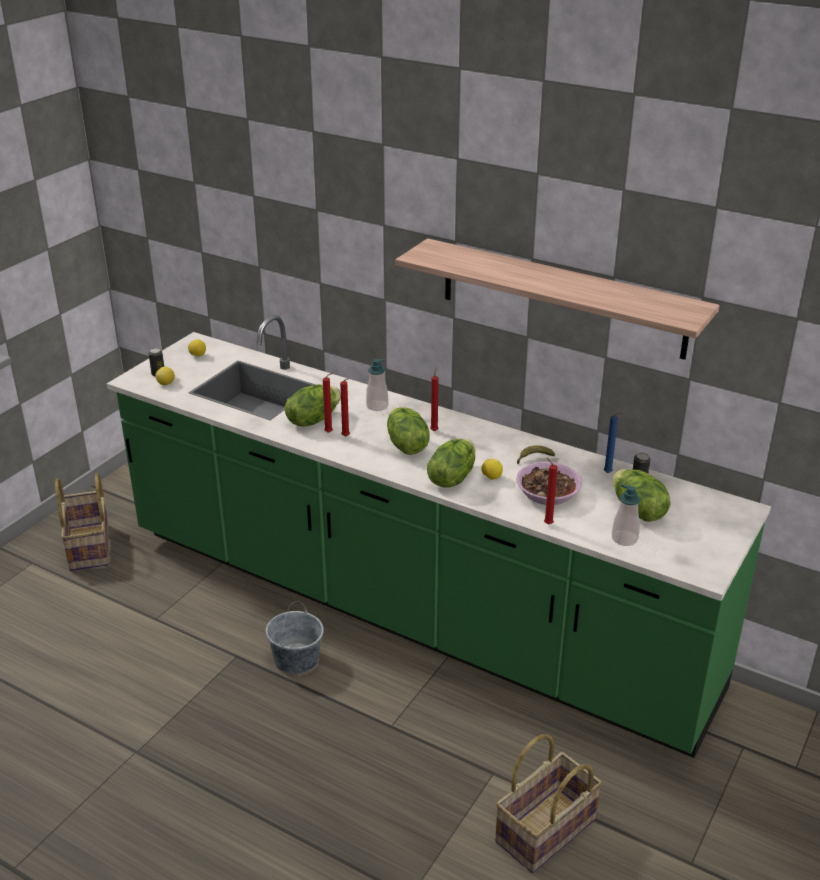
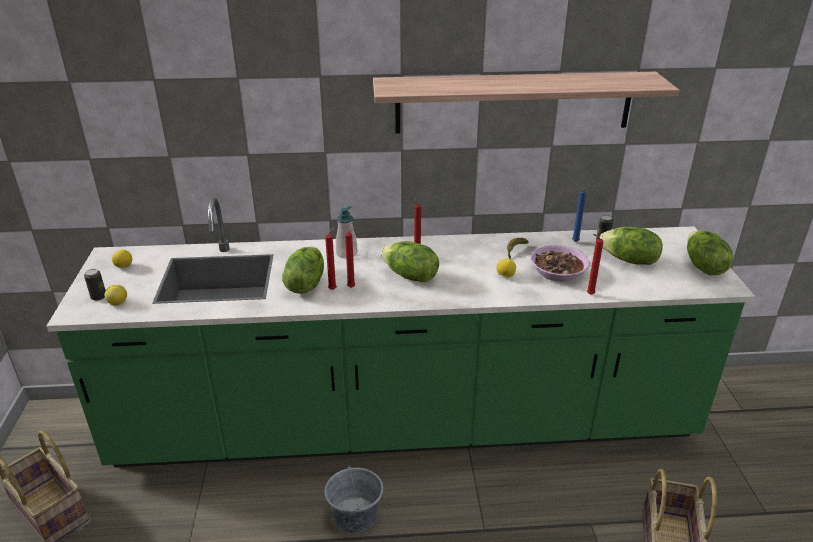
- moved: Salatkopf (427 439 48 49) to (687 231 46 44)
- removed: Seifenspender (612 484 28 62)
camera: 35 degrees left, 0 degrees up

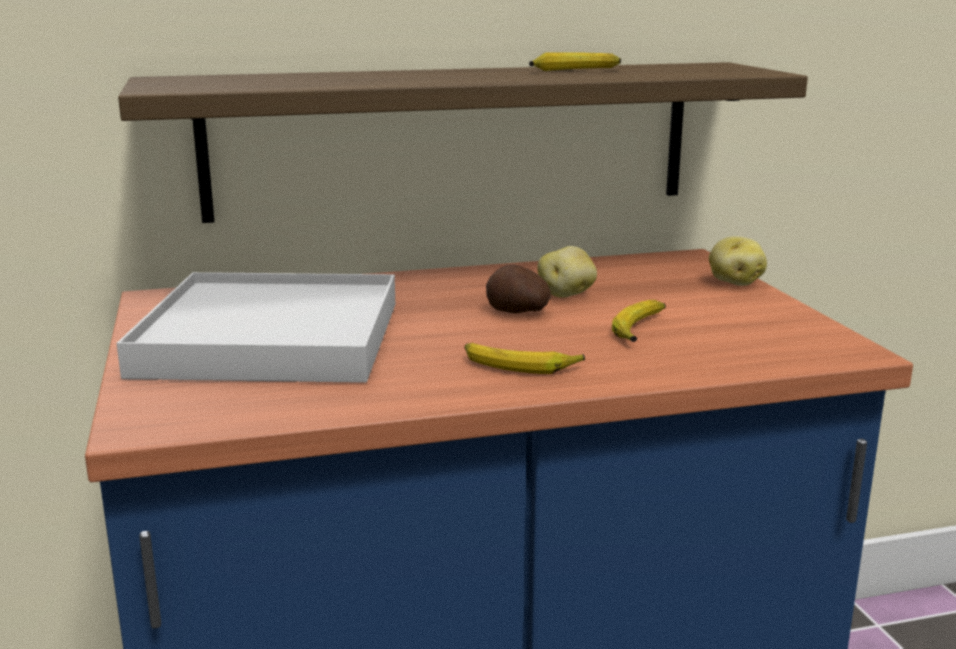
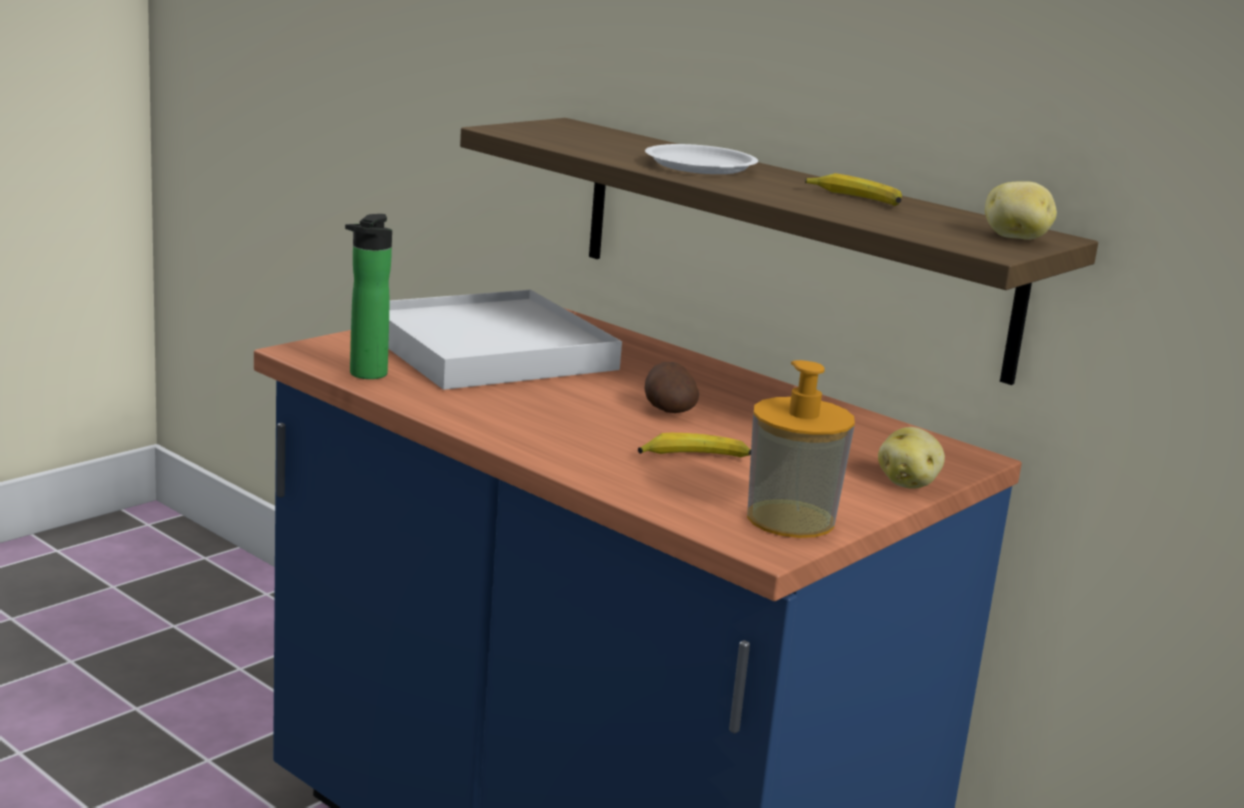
- removed: Banane (465 343 120 31)
- moved: Kartoffel (537 246 60 52) to (985 181 72 59)
- added: Flasche (345 214 47 165)
- added: Teller/weiß (645 144 113 30)
- added: Seifenspender (747 360 108 178)
camera: 55 degrees right, 0 degrees up

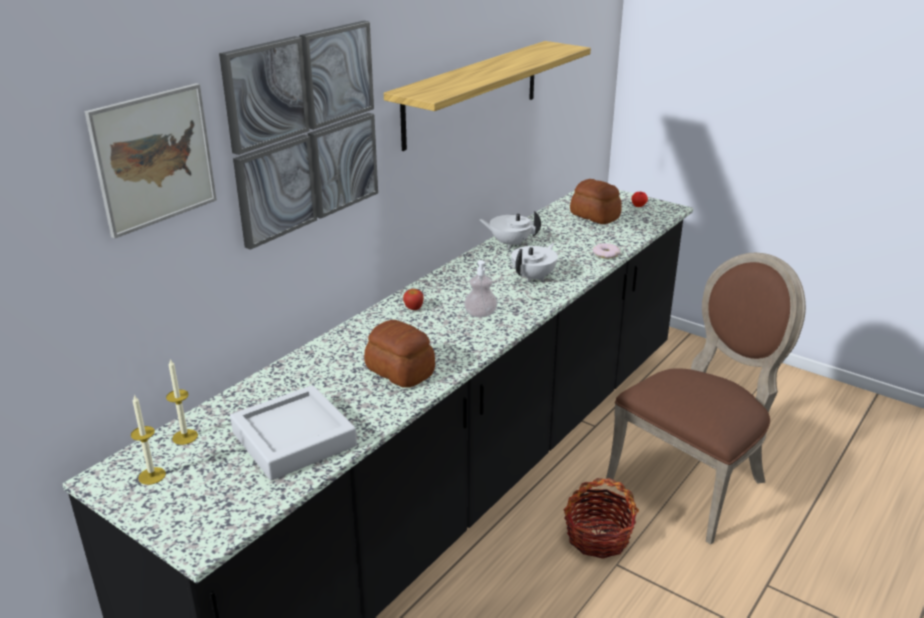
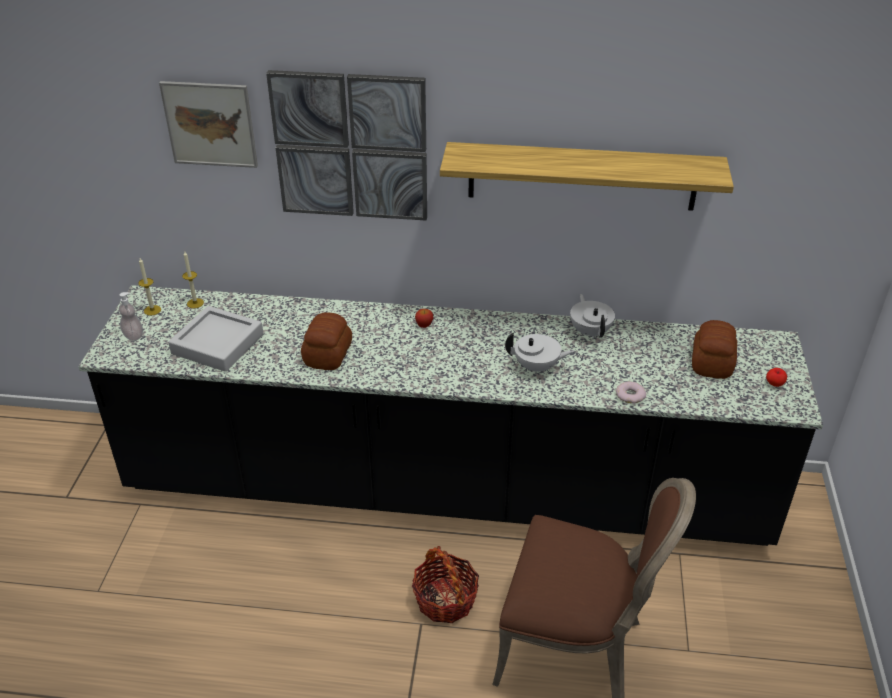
- moved: Seifenspender (464 260 33 57) to (119 292 24 49)
camera: 60 degrees right, 10 degrees up

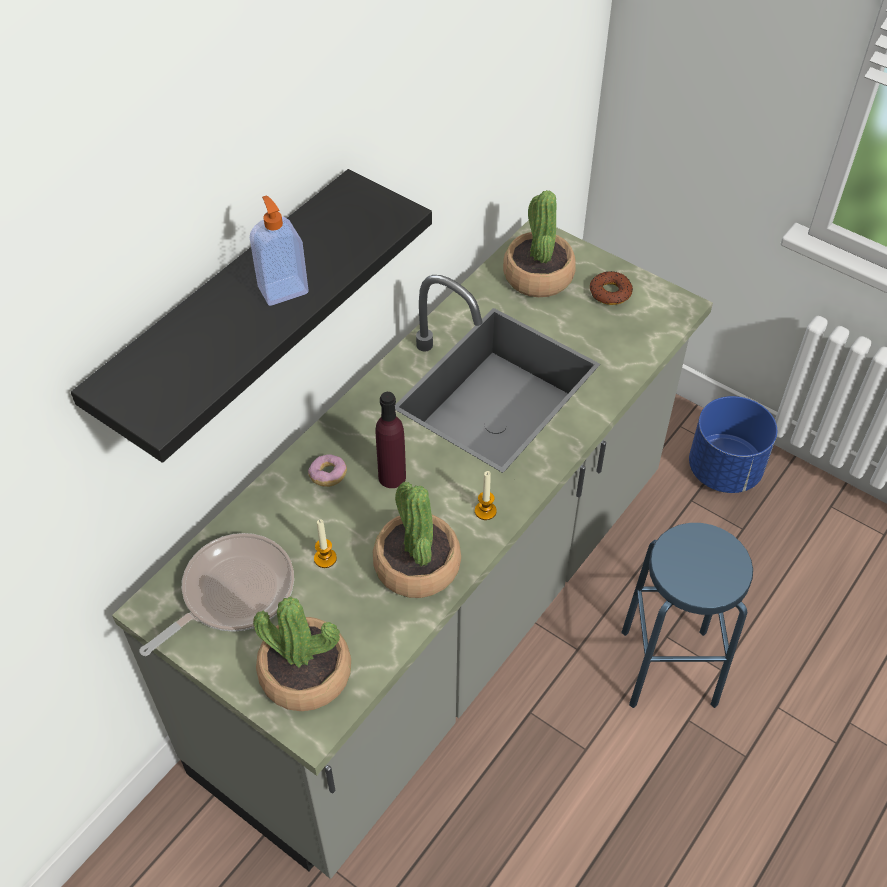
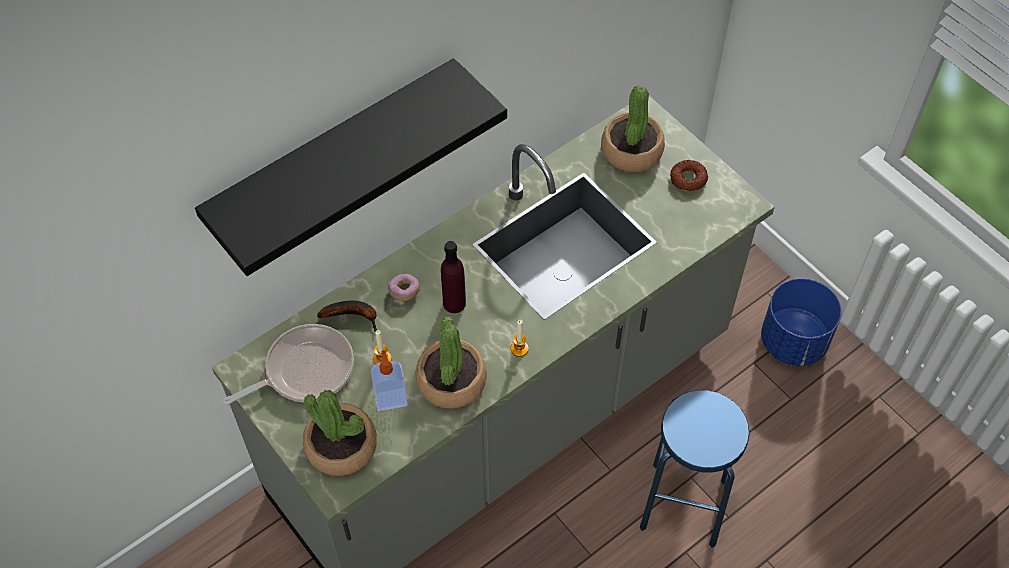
- moved: Seifenspender (250 196 59 110) to (370 350 38 61)
- added: Banane (317 301 60 31)
camera: 15 degrees right, 5 degrees up

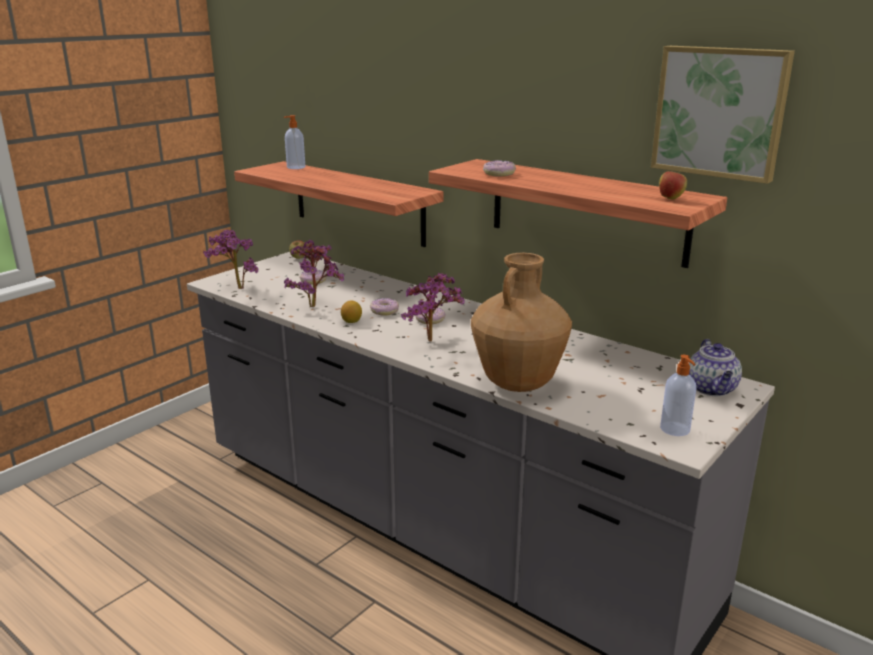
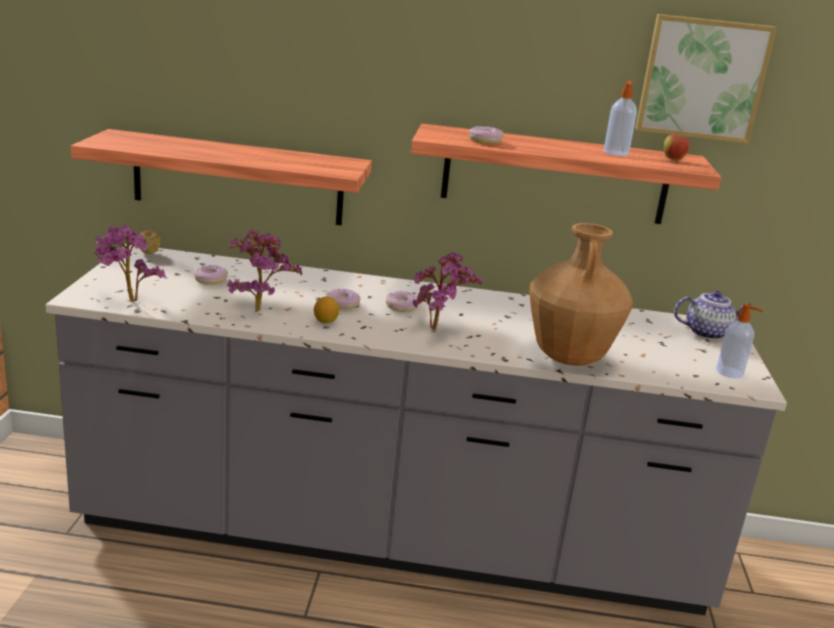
- moved: Seifenspender (284 115 21 54) to (604 81 33 75)
- turned: Teekanne (689 339 53 57) = (674 290 79 49) 60 degrees counterclockwise
camera: 35 degrees left, 0 degrees up

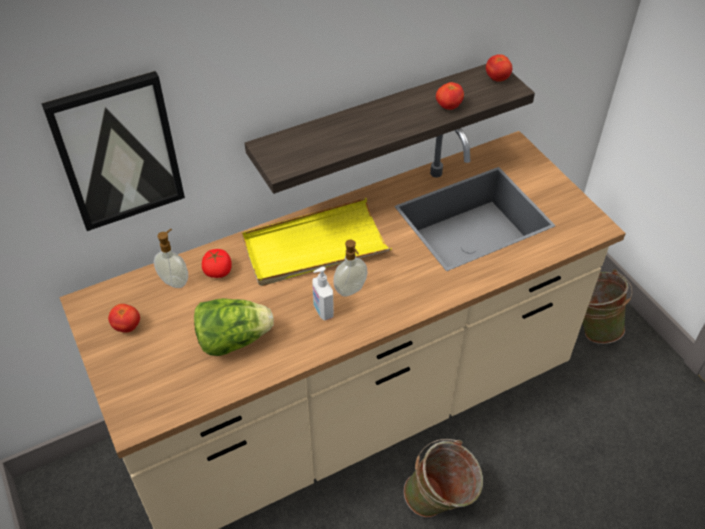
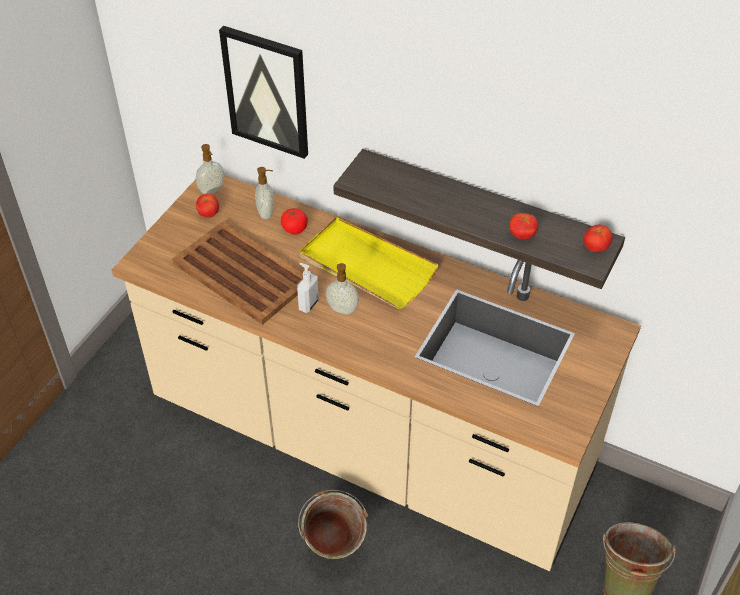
- replaced: Salatkopf (194 298 80 58) to Tablett/braun (172 221 131 104)
- added: Seifenspender (196 144 28 50)
camera: 55 degrees right, 0 degrees up

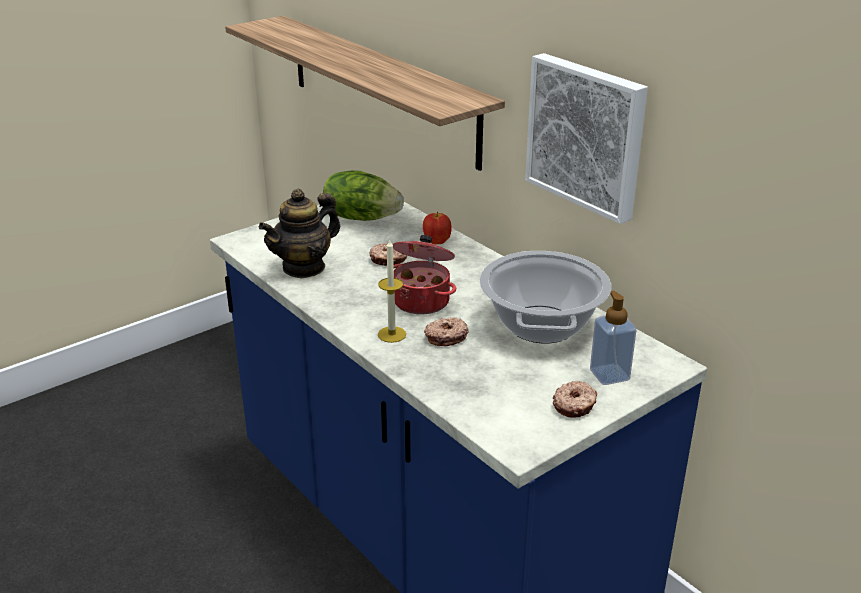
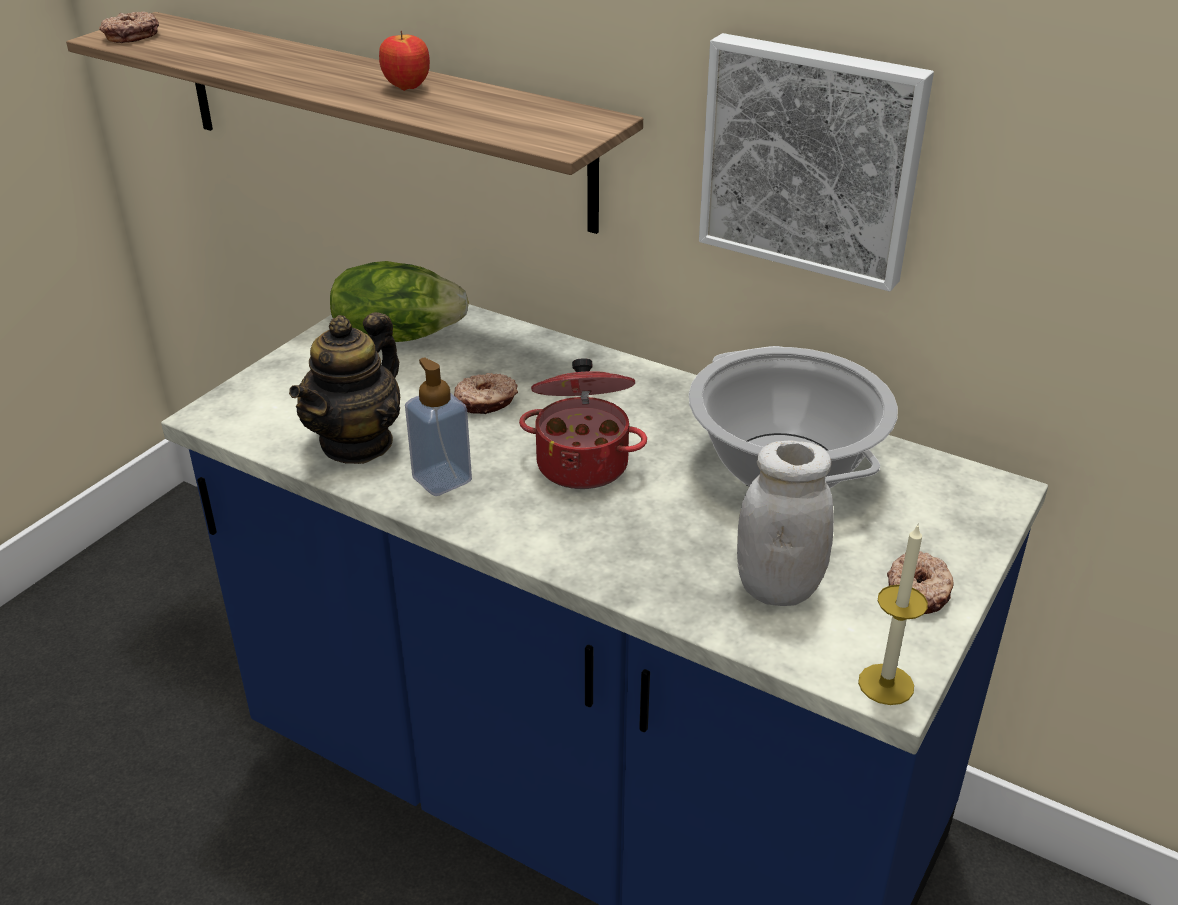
- moved: Kerze (378 239 28 104) to (858 523 70 182)
- moved: Apfel (423 212 28 32) to (379 31 51 60)
- moved: Donut (424 317 45 29) to (99 12 60 31)
- moved: Seifenspender (590 291 47 94) to (405 357 67 139)
- added: Vorratsglas/weiß (737 440 97 166)
camera: 20 degrees left, 5 degrees up

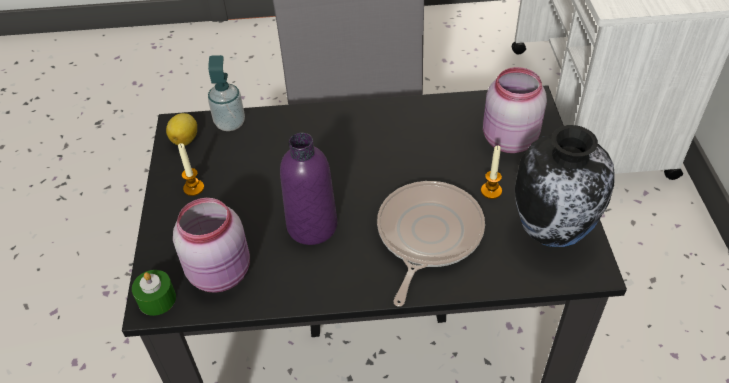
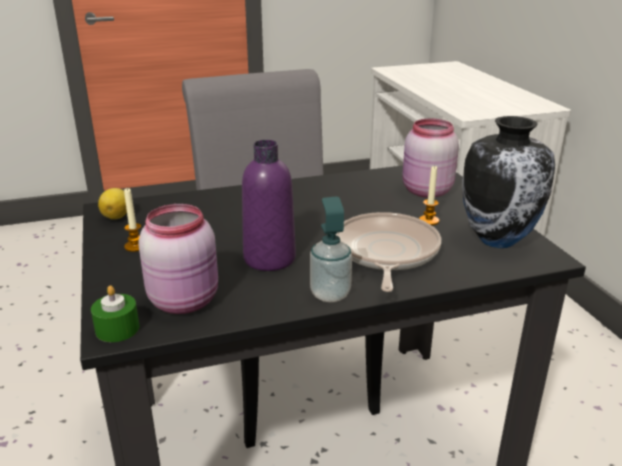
- moved: Seifenspender (208 55 37 76) to (310 197 42 105)
camera: 15 degrees left, 20 degrees down

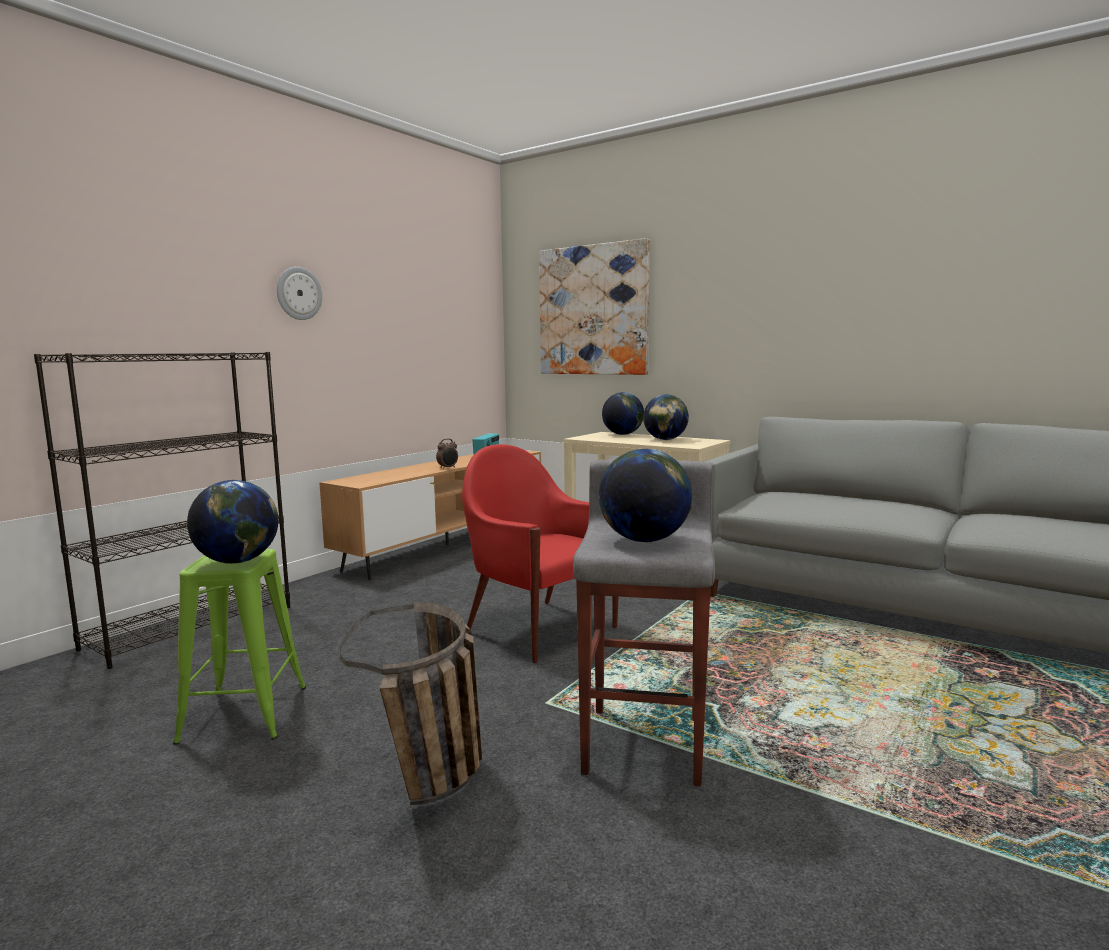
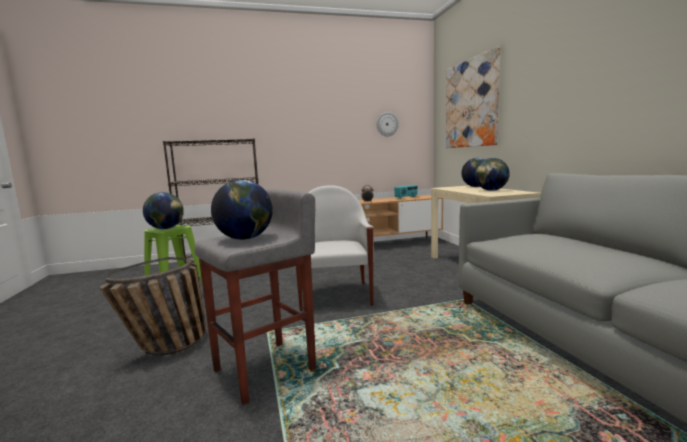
- moved: Wanduhr (277 267 45 53) to (377 112 22 25)
- recoloured: Sessel/rot (462 444 157 219) to Sessel/weiß (295 185 79 126)
camera: 40 degrees right, 0 degrees up

